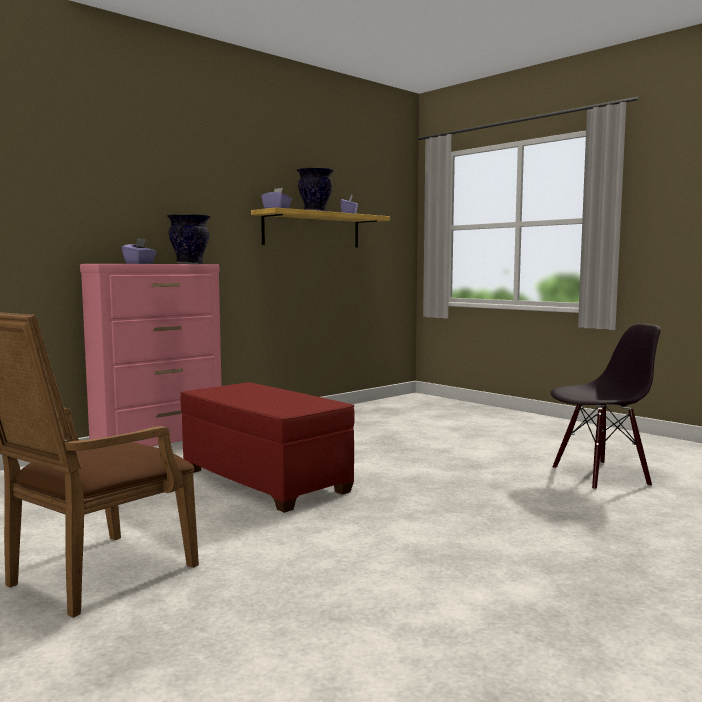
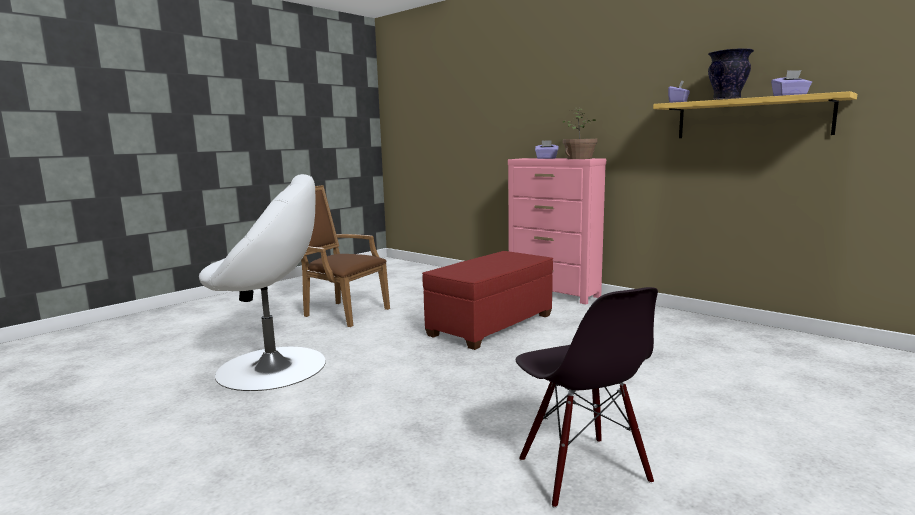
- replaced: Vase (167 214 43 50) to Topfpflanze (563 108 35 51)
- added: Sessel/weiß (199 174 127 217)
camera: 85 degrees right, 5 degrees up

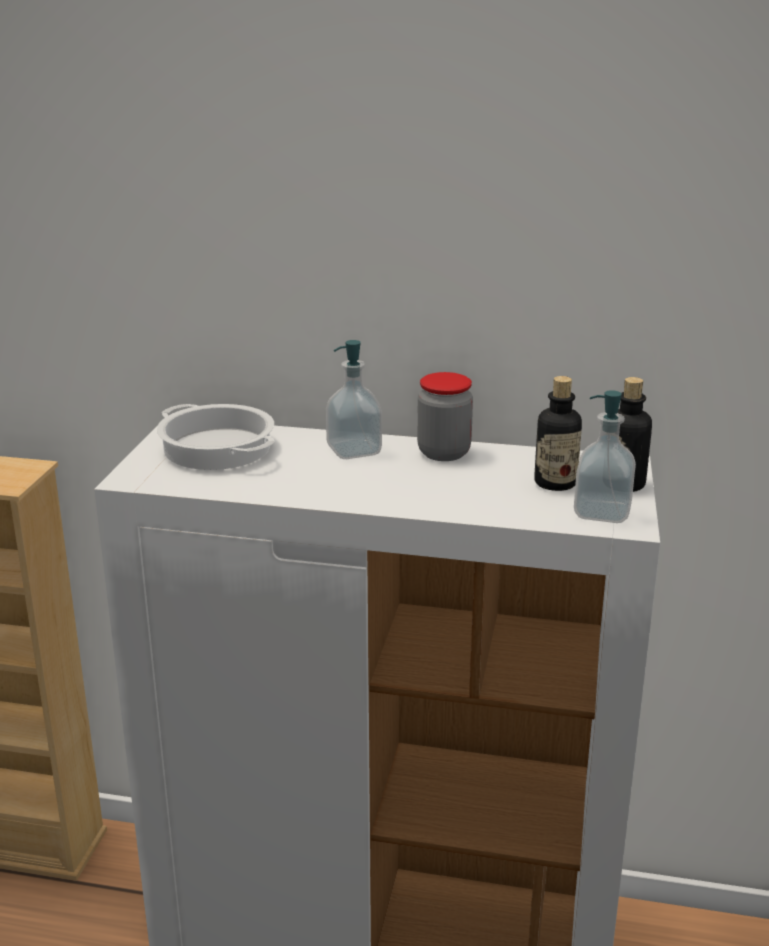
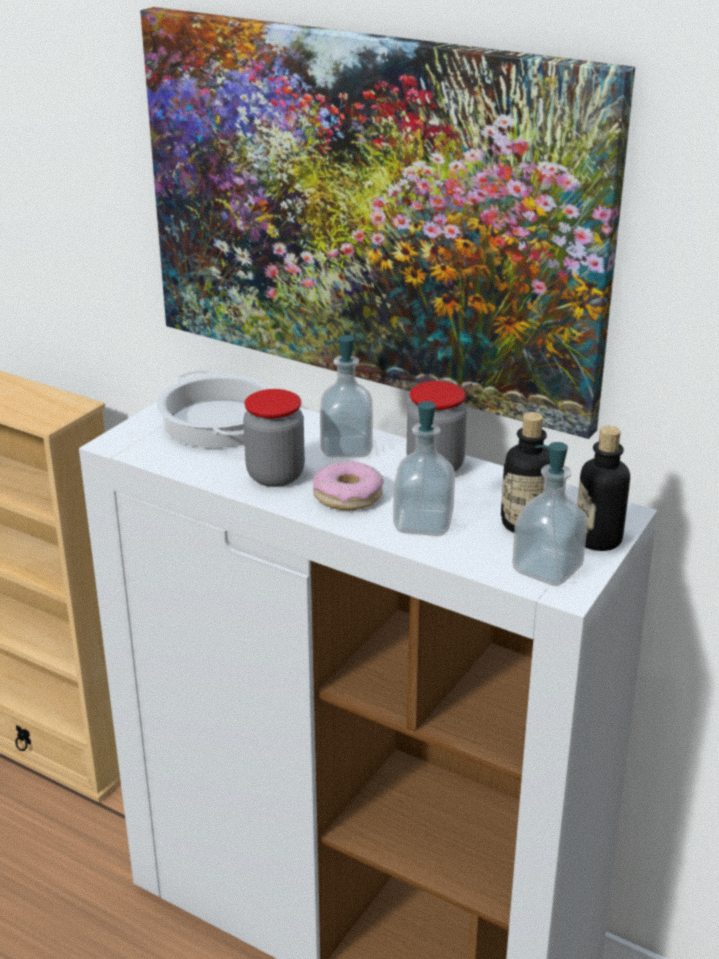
- added: Bild (140 7 495 432)
- added: Vorratsglas (243 389 62 98)
- added: Donut (313 461 71 49)
- added: Seifenspender (393 401 62 135)
camera: 20 degrees right, 5 degrees up

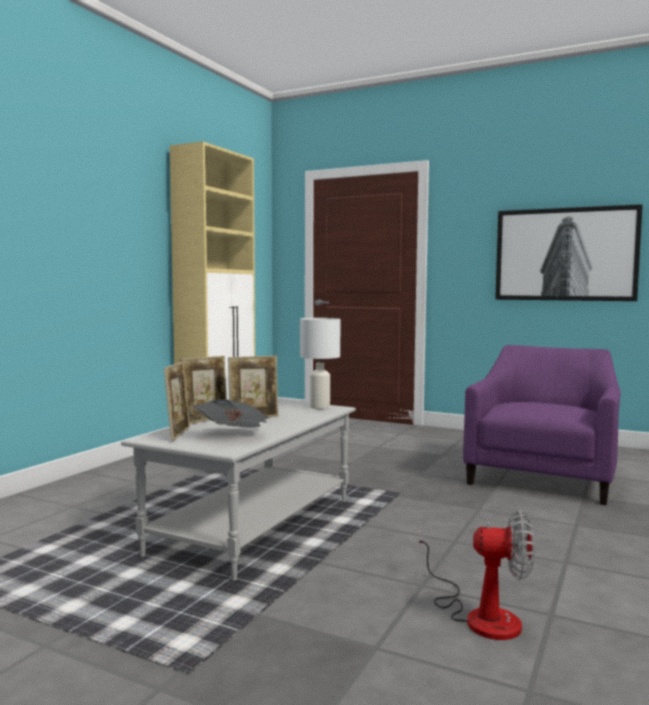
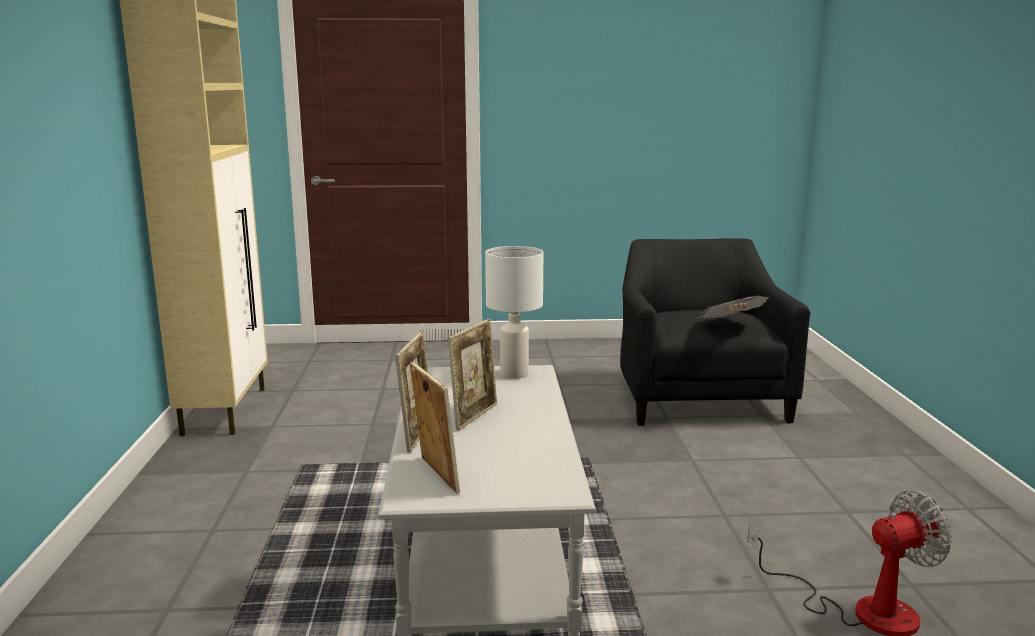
- moved: Zeitung (194 399 74 29) to (697 296 72 22)
- recoloured: Sessel/lila (463 345 158 160) to Sessel/schwarz (620 238 191 188)
- removed: Bild (495 204 148 97)
camera: 30 degrees left, 10 degrees up

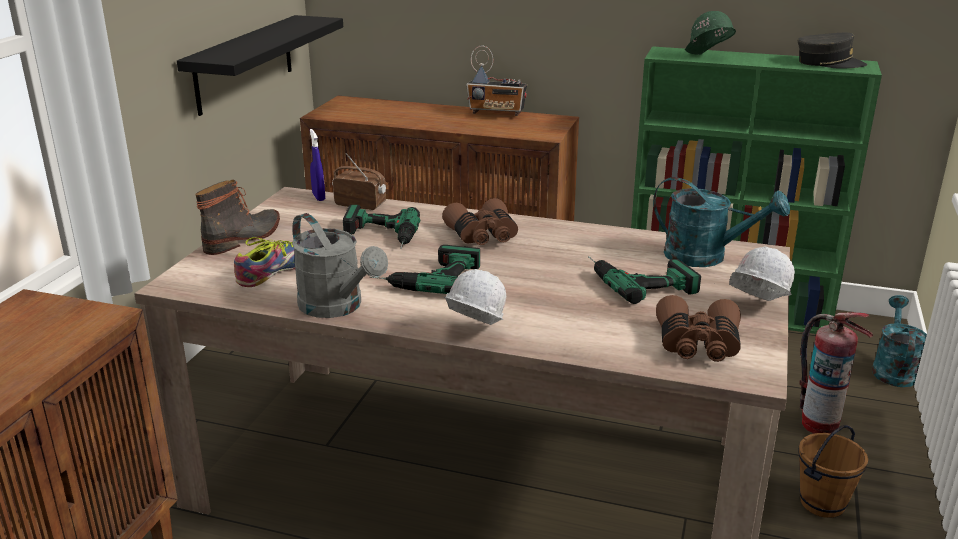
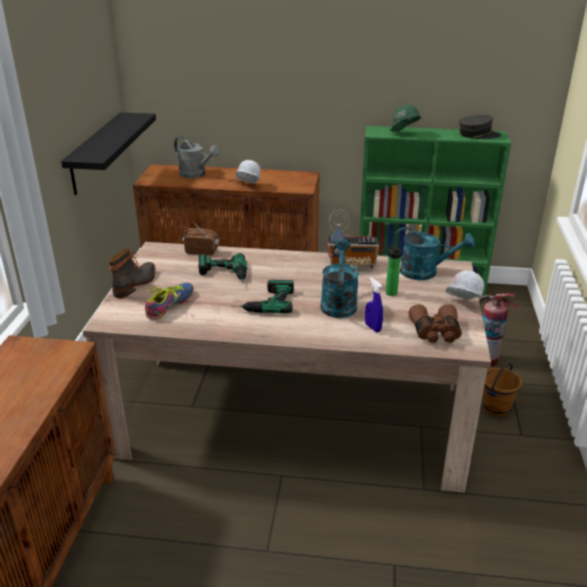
- moved: Gießkanne/grau (292 213 96 105) to (174 136 46 42)
- moved: Sprühflasche/blau (310 129 15 72) to (365 278 18 55)
- removed: Fernglas/braun (442 198 76 47)
- moved: Schutzhelm/weiß (444 269 62 56) to (236 160 25 24)
- moved: Radio (466 46 61 70) to (327 209 52 60)
- replaced: Bohrmaschine (588 256 113 48) to Flasche (386 244 15 52)
- moved: Gießkanne/türkis (872 295 55 92) to (320 239 39 79)
camera: 10 degrees left, 5 degrees up

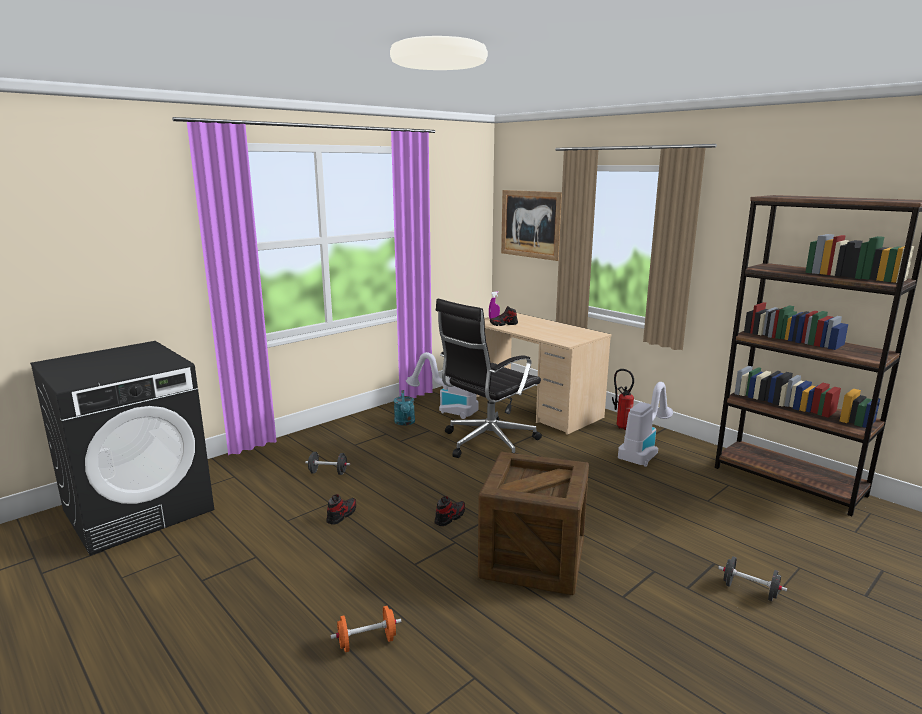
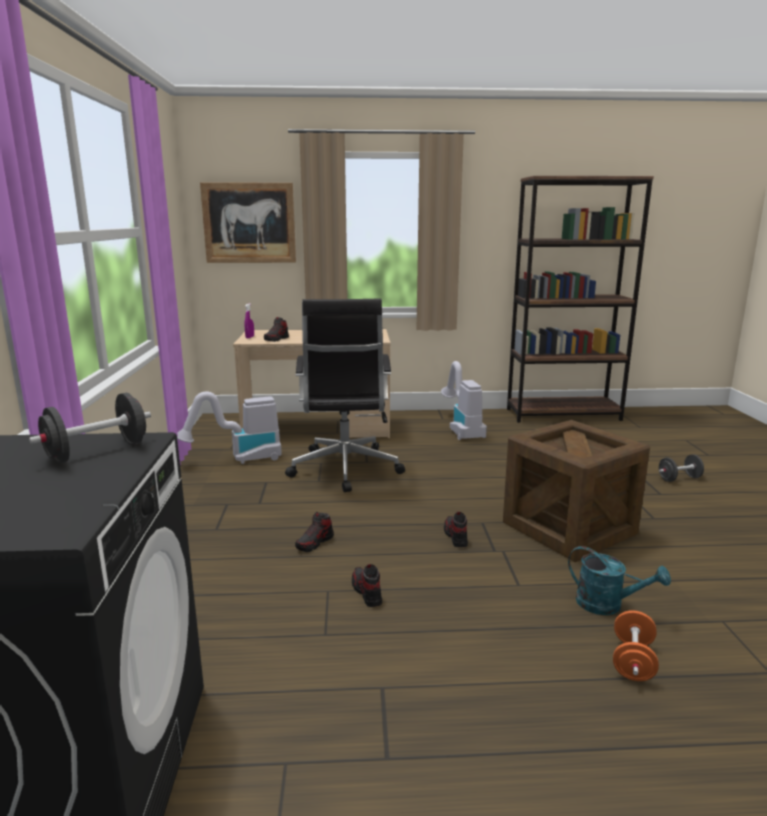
- moved: Hantel/schwarz (305 452 45 23) to (29 393 122 70)
- moved: Gießkanne/türkis (394 390 21 36) to (568 546 103 69)
- removed: Feuerlöscher (612 369 22 61)
- added: Schuh (295 512 39 40)
camera: 50 degrees left, 0 degrees up

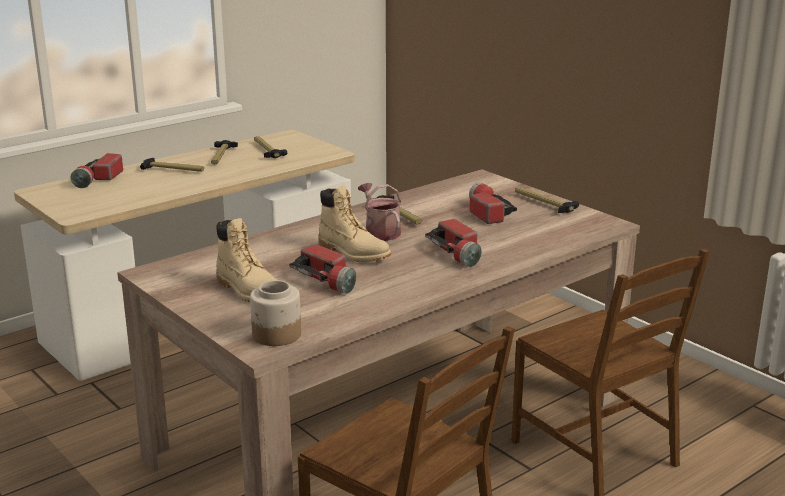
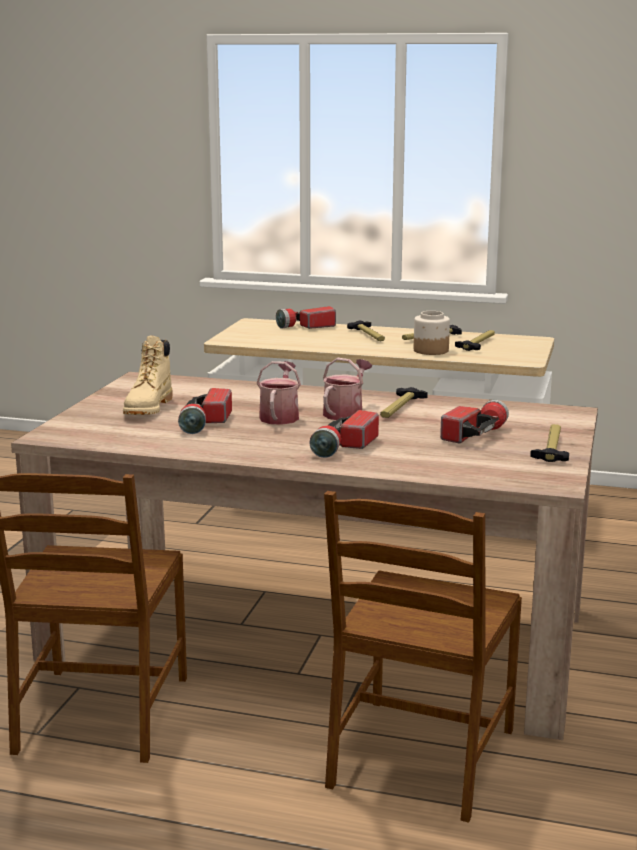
- moved: Vorratsglas (250 280 51 66) to (414 311 36 44)
- replaced: Stiefel/beige (318 186 73 76) to Gießkanne (257 361 44 64)
camera: 55 degrees right, 5 degrees down

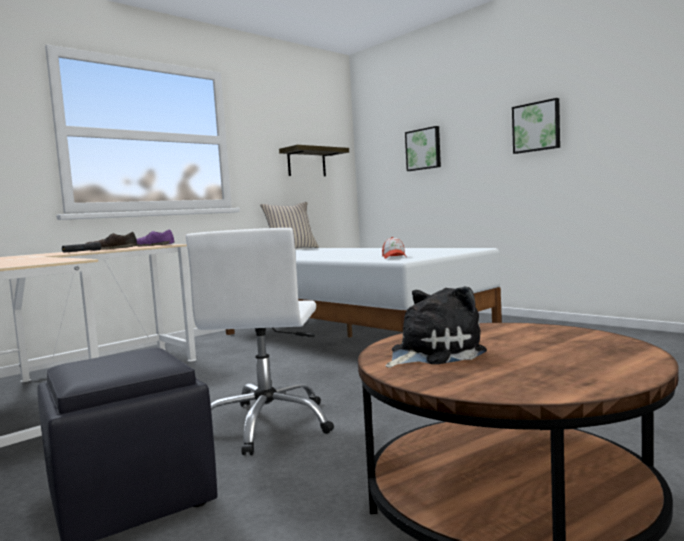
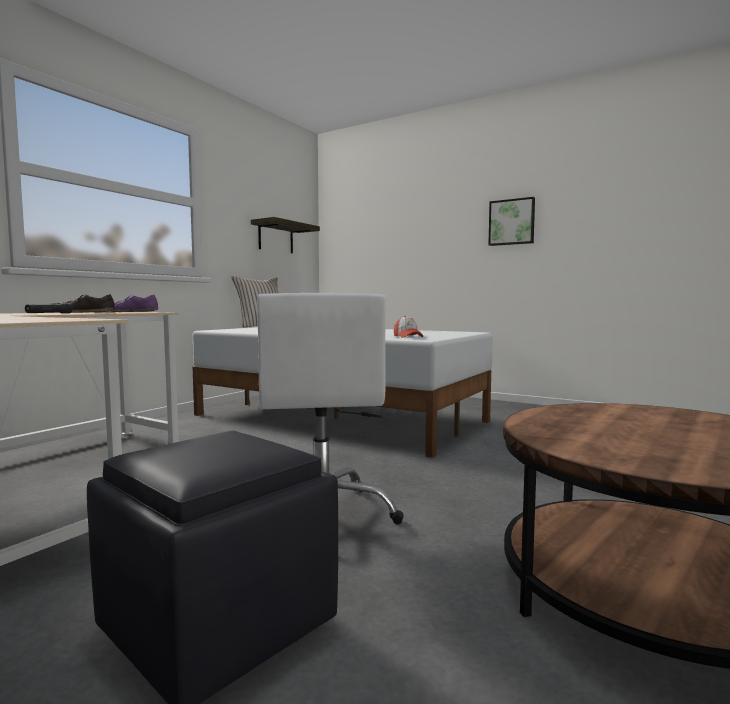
- removed: Plüschtier (385 286 102 82)
- removed: Bild (405 126 36 45)
camera: 15 degrees left, 0 degrees up

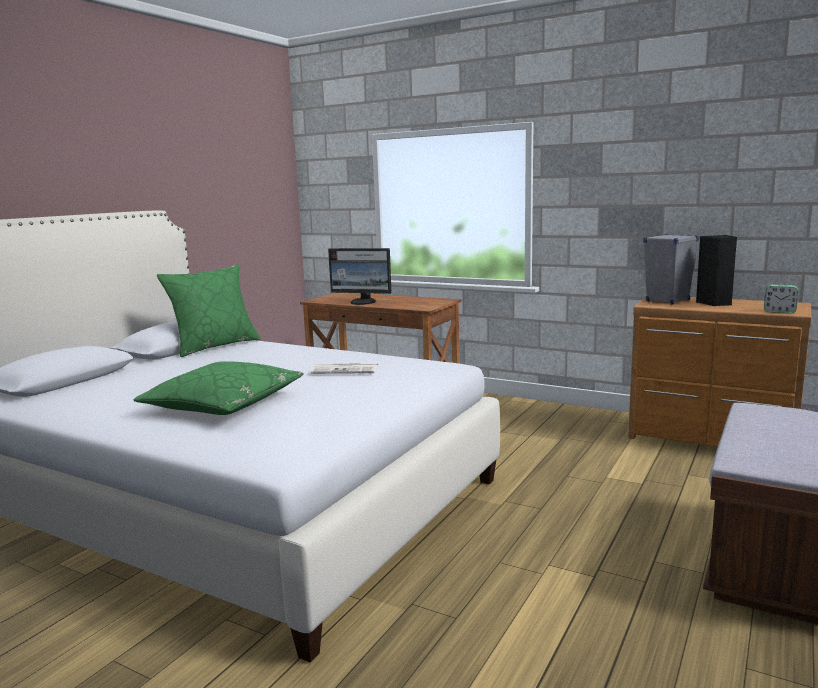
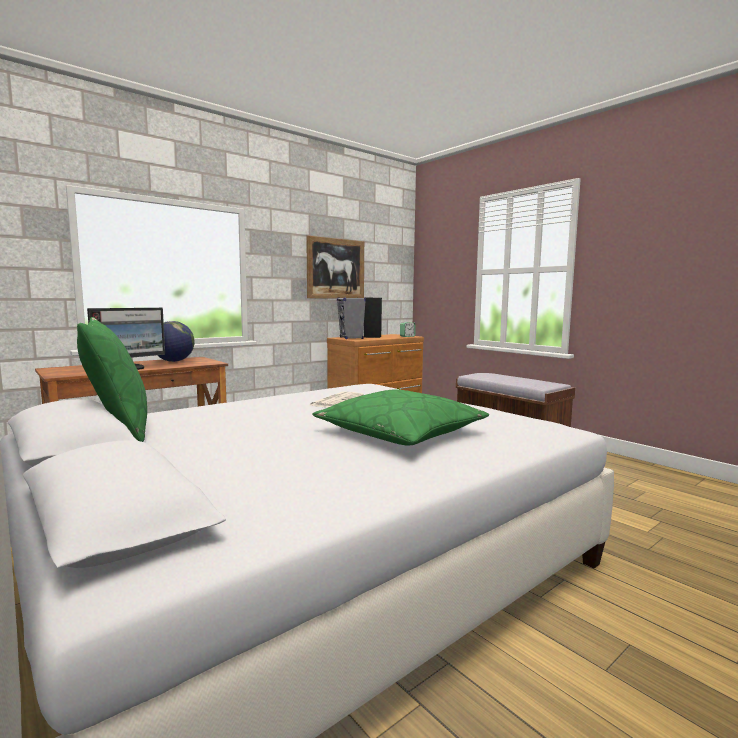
- added: Globus (157 321 38 41)
- added: Bild (306 236 58 63)
camera: 70 degrees left, 5 degrees down

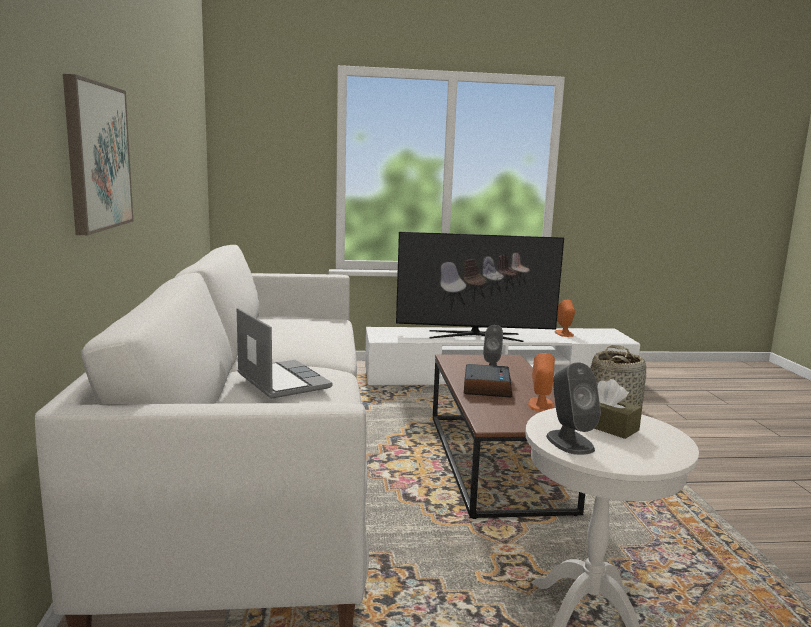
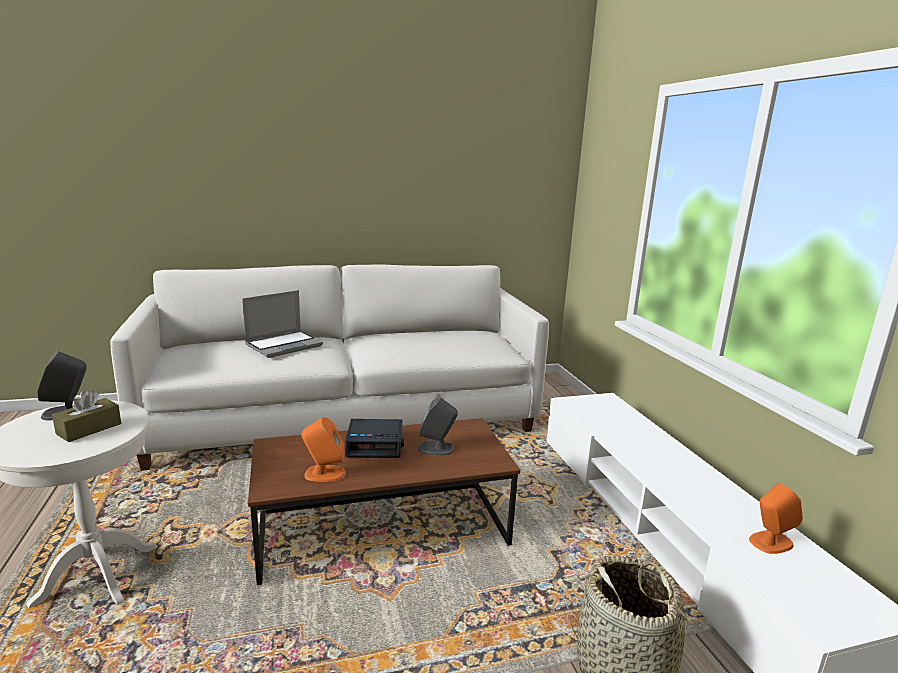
- removed: Bild (63 74 71 161)
- removed: Fernseher (396 232 168 110)
camera: 80 degrees right, 5 degrees up

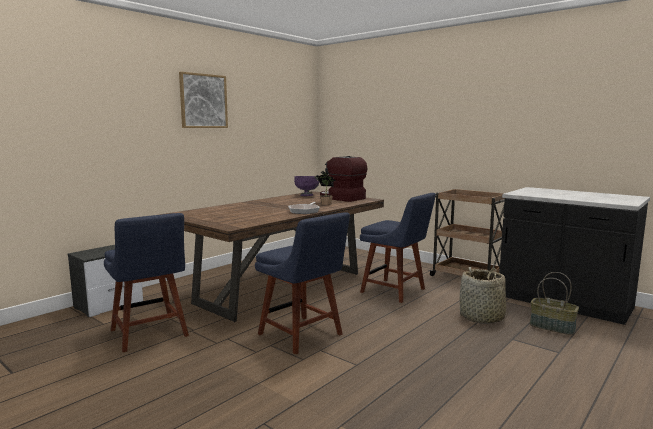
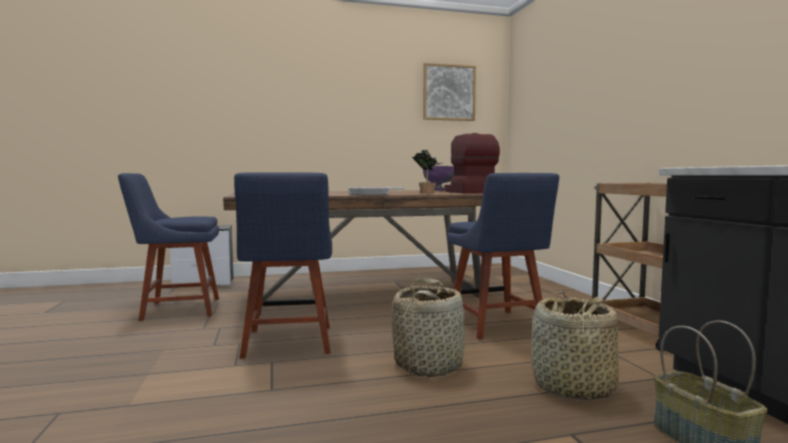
- turned: Stuhl/blau (104 213 85 139) = (118 173 101 148) 75 degrees clockwise
- moved: Bild (179 72 49 56) to (423 63 53 58)
- added: Korb (392 278 73 99)
camera: 35 degrees right, 5 degrees down

